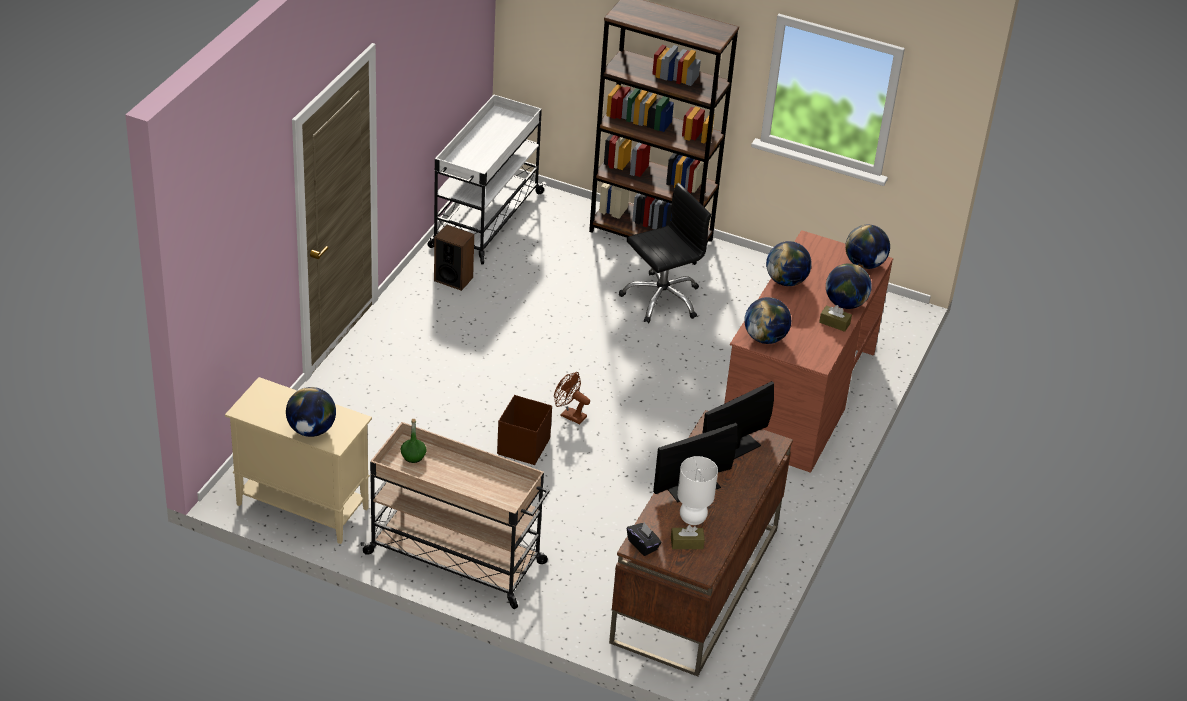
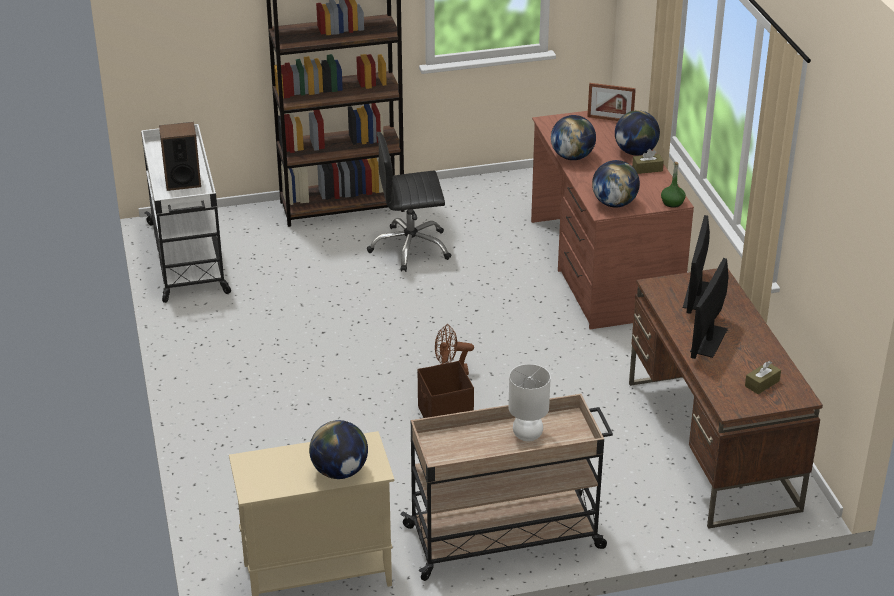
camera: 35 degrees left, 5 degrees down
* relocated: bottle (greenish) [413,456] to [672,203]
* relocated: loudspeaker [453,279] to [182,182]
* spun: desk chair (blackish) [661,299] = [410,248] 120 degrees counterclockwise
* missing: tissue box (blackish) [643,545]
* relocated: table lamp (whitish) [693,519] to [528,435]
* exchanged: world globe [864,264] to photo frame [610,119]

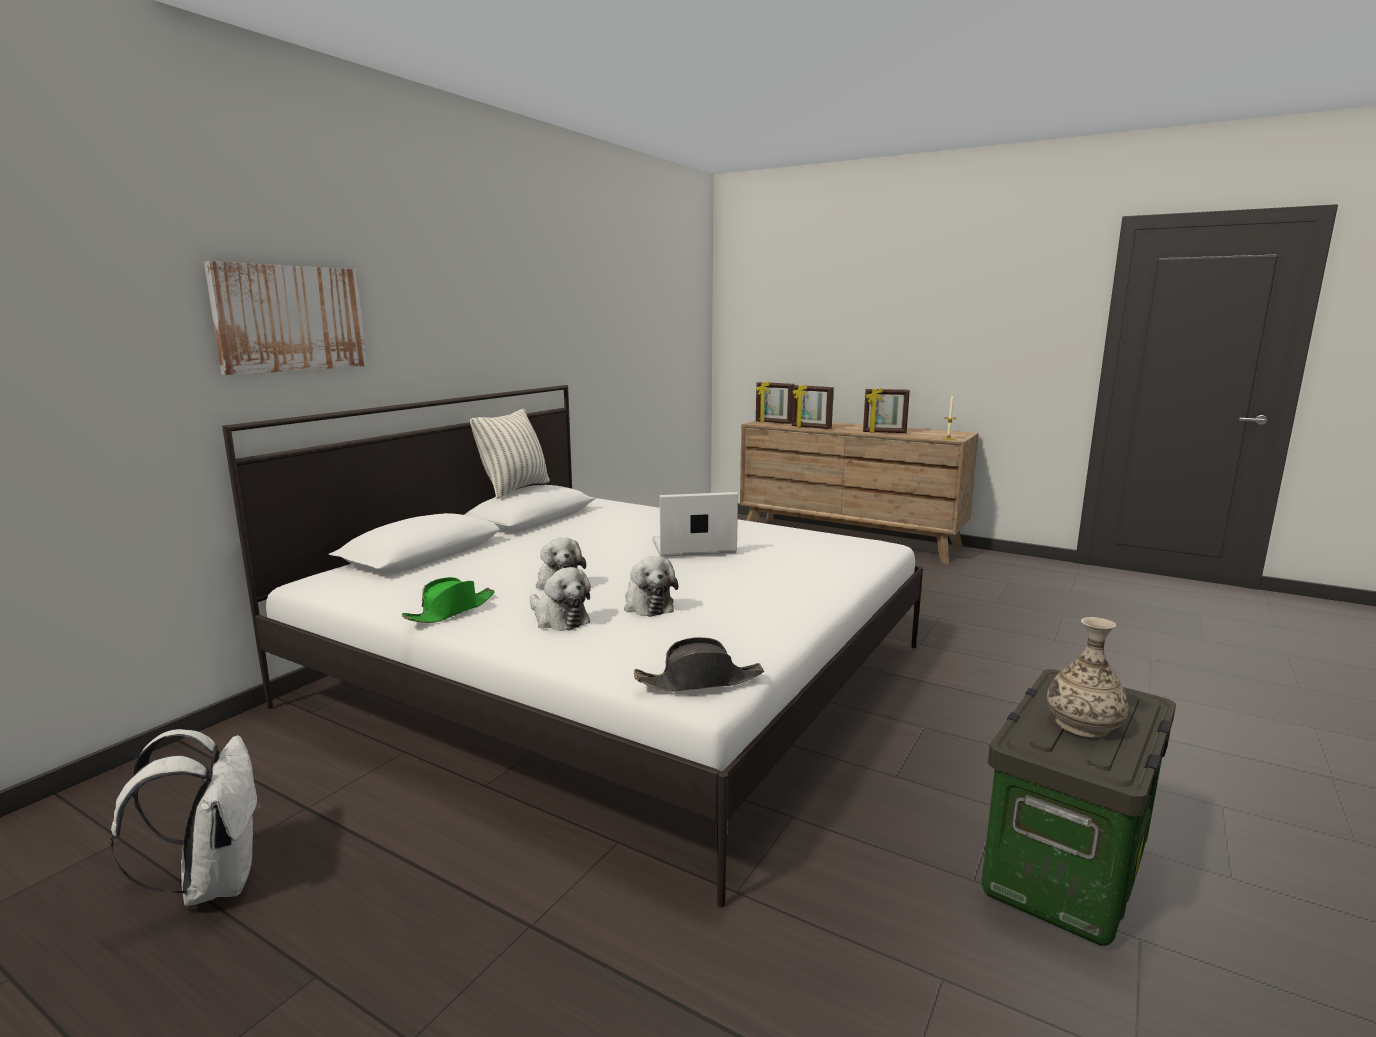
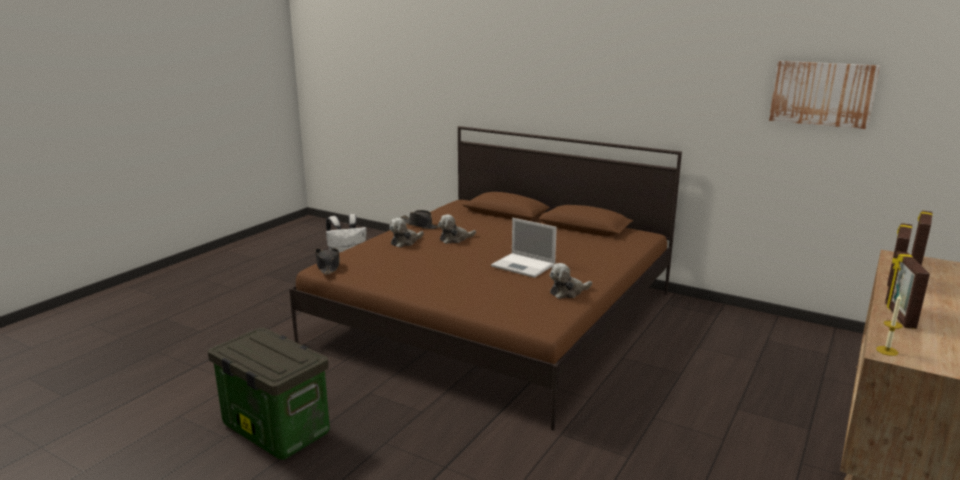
camera: 90 degrees right, 5 degrees up
* relocated: picture [290,318] to [822,94]
* colour: sleeping bed (whitish) [618,674] to sleeping bed (brownish) [495,316]
* colour: hat (greenish) [451,611] to hat (blackish) [420,225]
* missing: throw pillow [515,489]
* relocated: soft toy [647,605] to [568,292]
* spun: portable computer [691,547] = [524,266] 135 degrees clockwise
* missing: flower vase [1082,724]

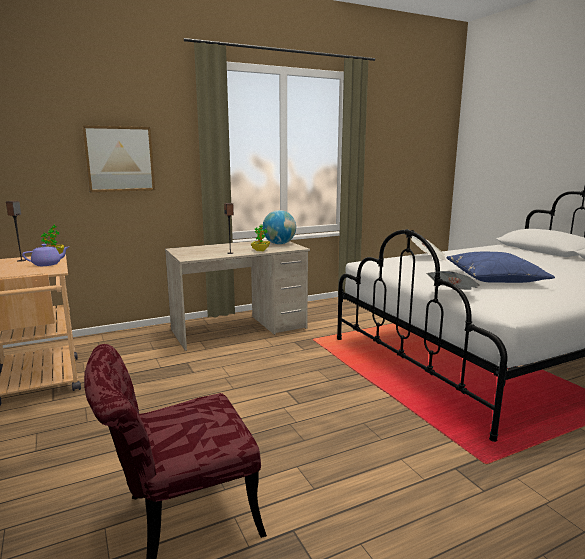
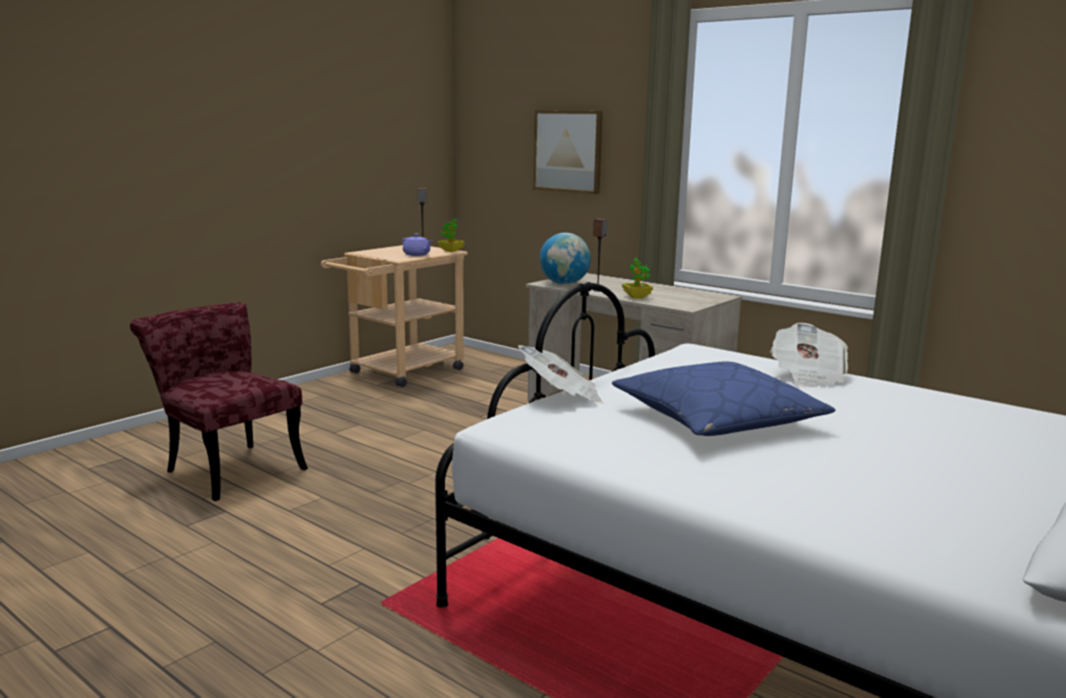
camera: 65 degrees right, 0 degrees up
* relocated: world globe [279,244] to [564,284]

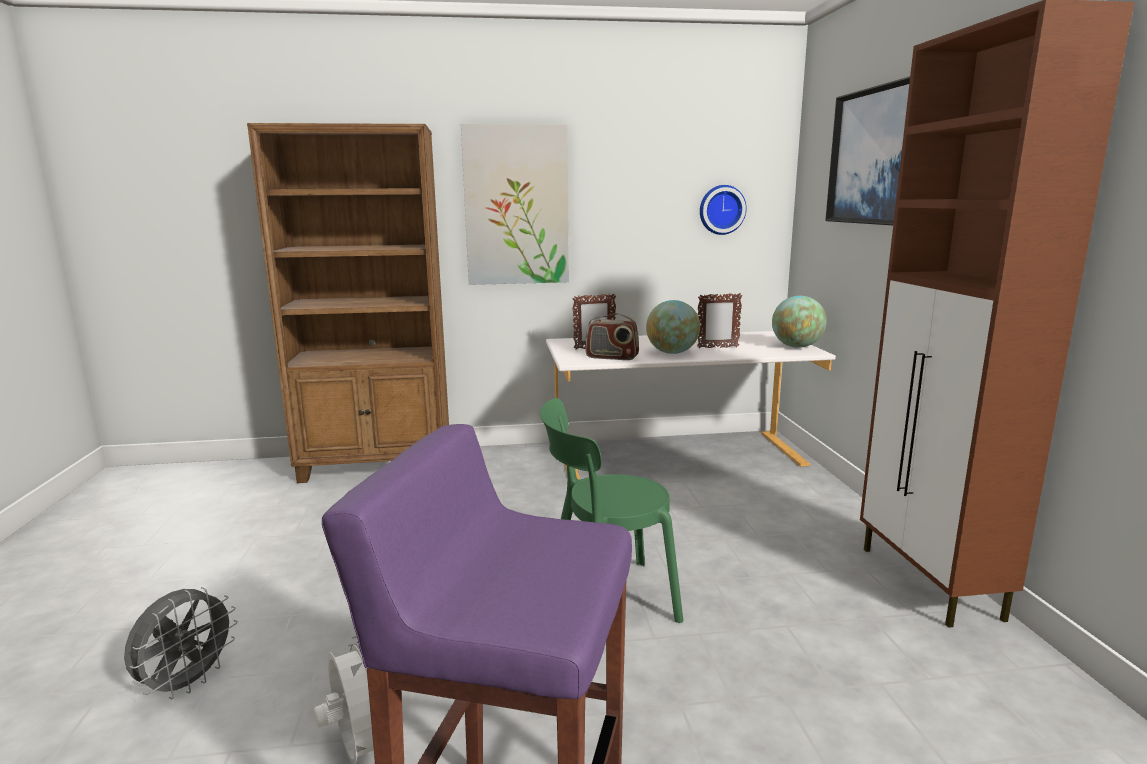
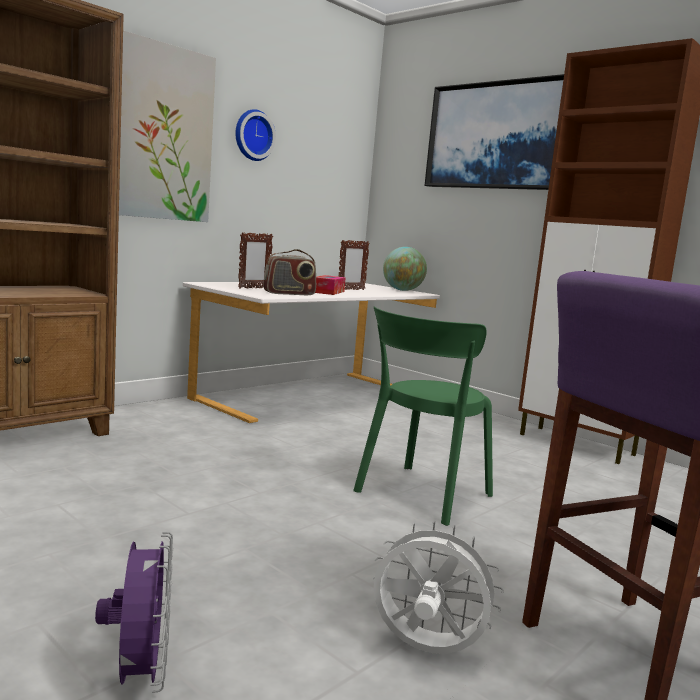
camera: 40 degrees left, 5 degrees down
* colour: electric fan (gray) [188,683] to electric fan (purple) [140,676]
* exchanged: world globe [672,353] to tissue box [328,292]
* relocated: hanging clock [721,209] to [252,135]

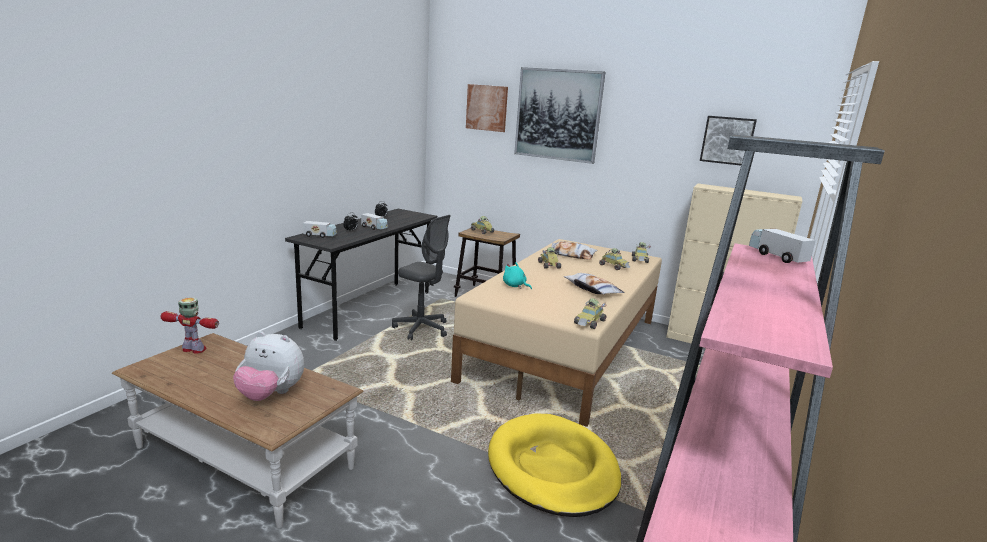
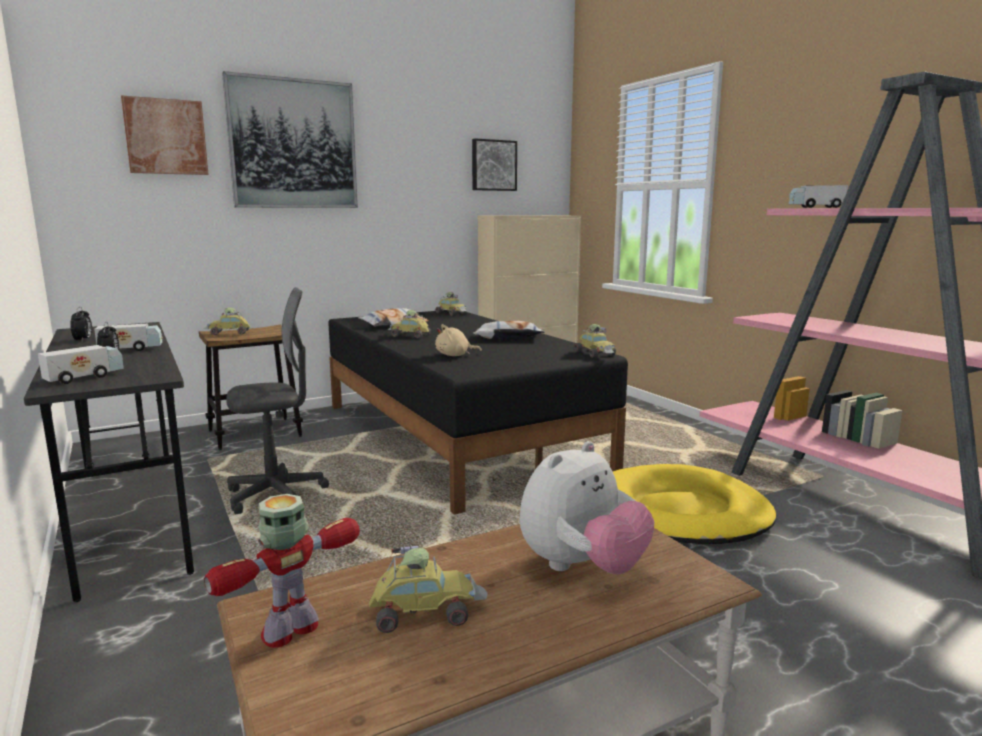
camera: 55 degrees left, 5 degrees down
* colour: sleeping bed (sand-coloured) [566,348] to sleeping bed (blackish) [457,435]
* colour: soft toy (turquoise-coloured) [515,286] to soft toy (sand-coloured) [455,355]
* relocated: model car [614,266] to [424,610]

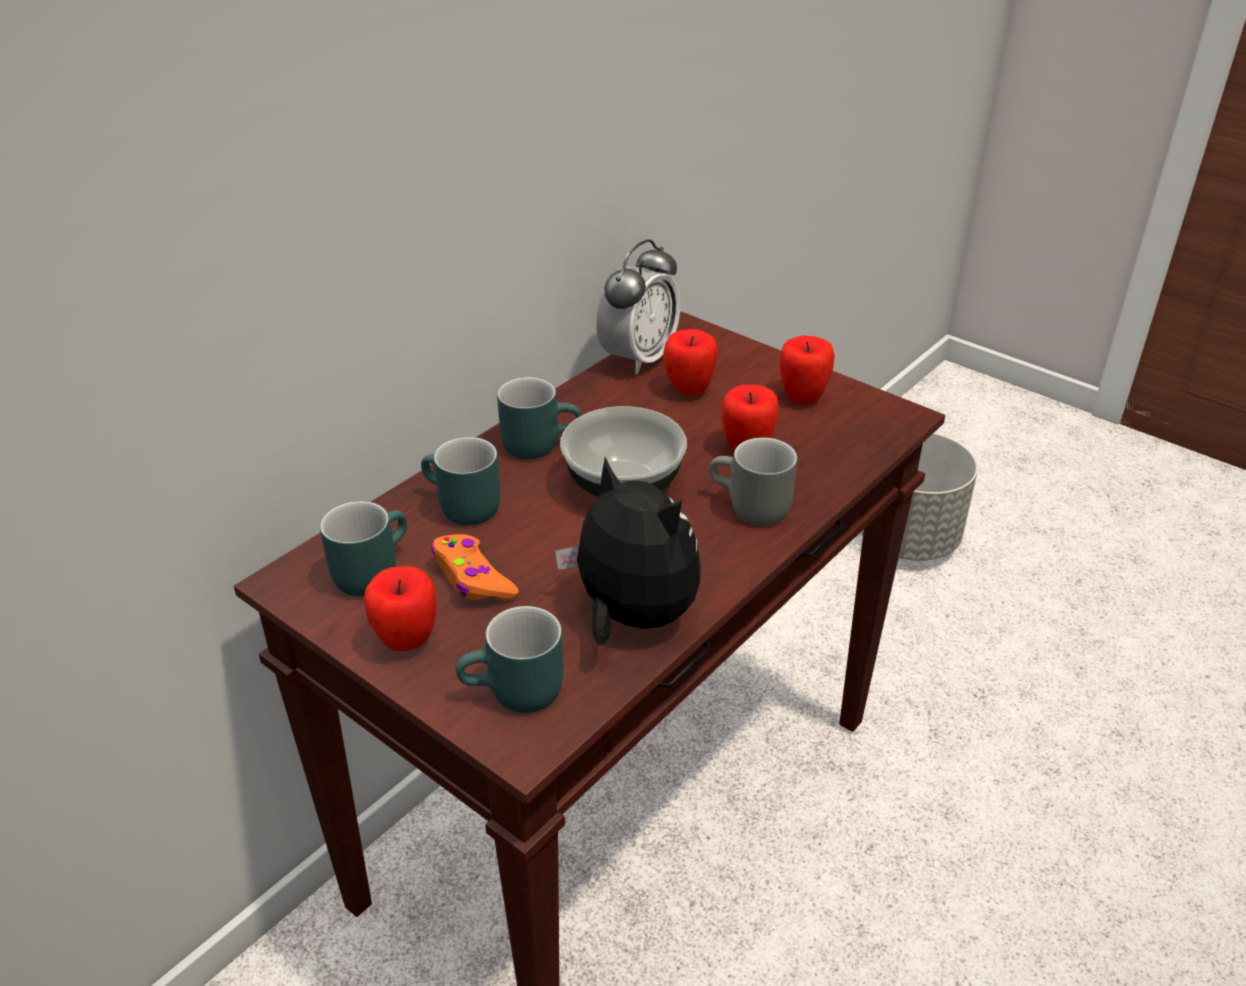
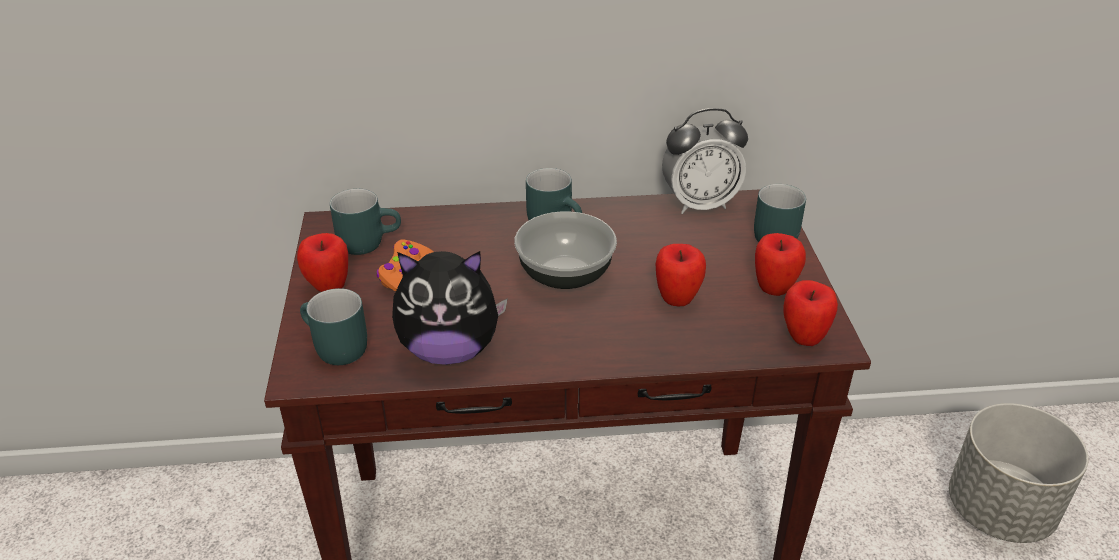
camera: 45 degrees right, 0 degrees up
* relocated: coffee mug (turquoise-coloured) [460,508] to [769,234]
* spun: soft toy [631,617] = [449,350] 90 degrees clockwise
* relocated: apple [689,391] to [803,338]
* missing: coffee mug (gray) [749,509]

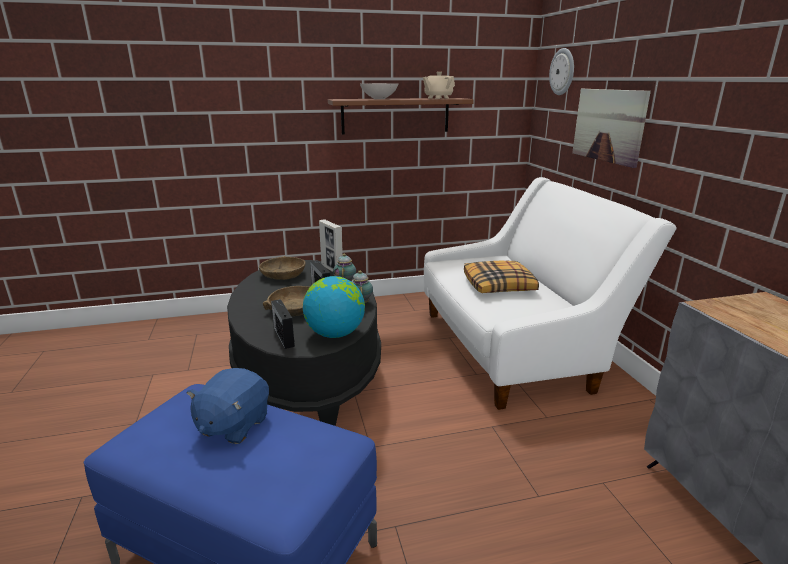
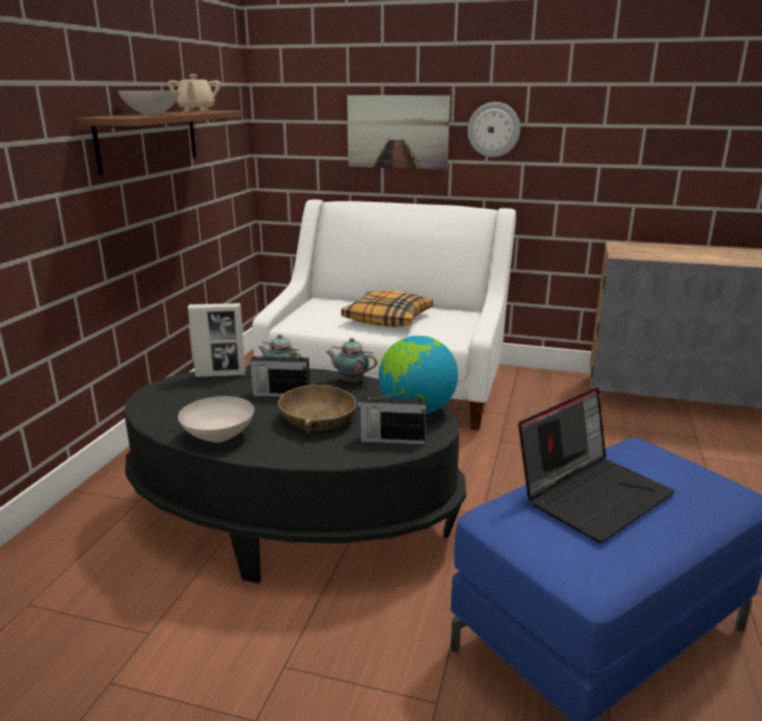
camera: 60 degrees left, 0 degrees up
* exchanged: soft toy (bluish) [233,425] to portable computer [593,494]
* missing: deep dish (brownish) [283,274]
* relocated: hanging clock [562,72] to [493,129]
* appeared: deep dish (whitish) [219,436]

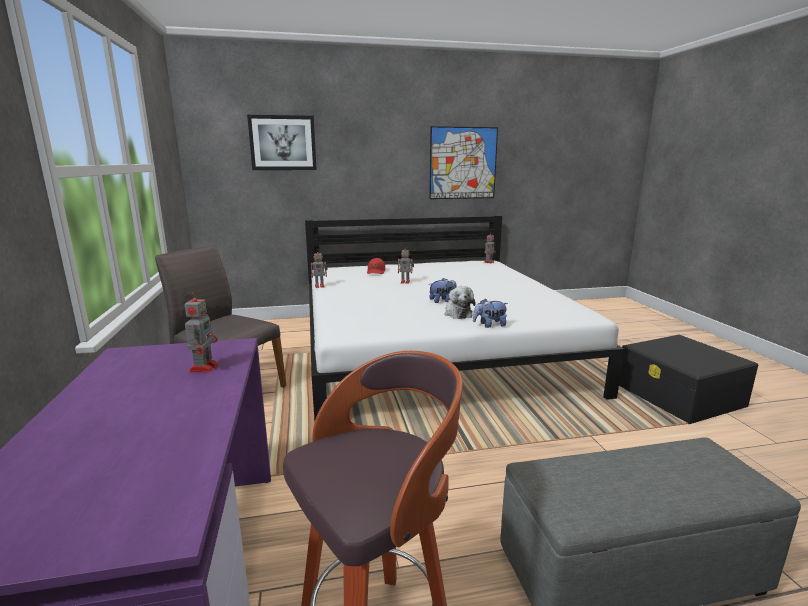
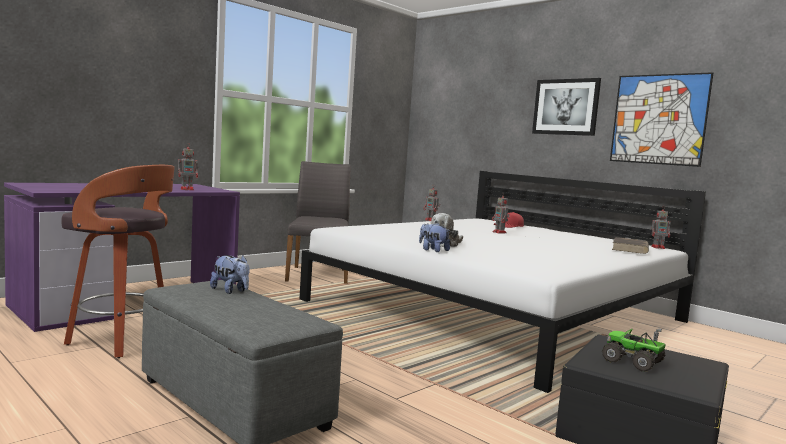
camera: 55 degrees right, 10 degrees down
* relocated: picture [283,143] to [566,107]
* relocated: soft toy [442,301] to [231,291]
* appeared: model truck [633,362]
* appeared: bound book (brownish) [630,249]

